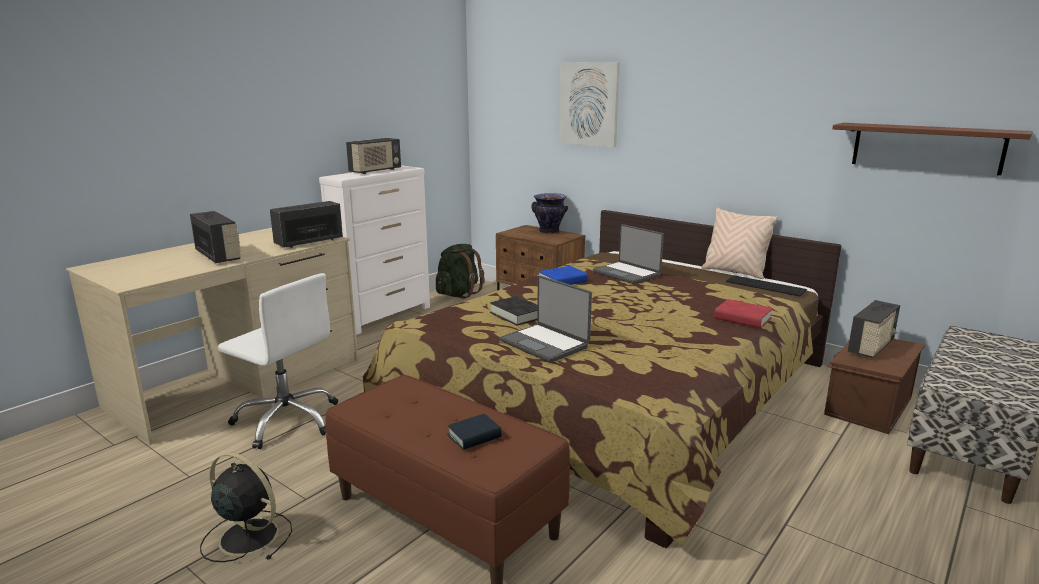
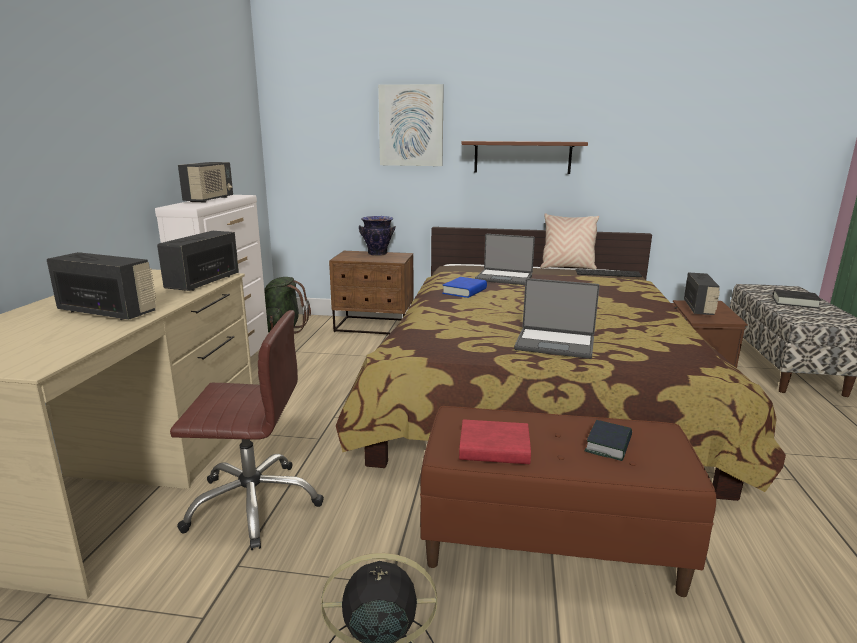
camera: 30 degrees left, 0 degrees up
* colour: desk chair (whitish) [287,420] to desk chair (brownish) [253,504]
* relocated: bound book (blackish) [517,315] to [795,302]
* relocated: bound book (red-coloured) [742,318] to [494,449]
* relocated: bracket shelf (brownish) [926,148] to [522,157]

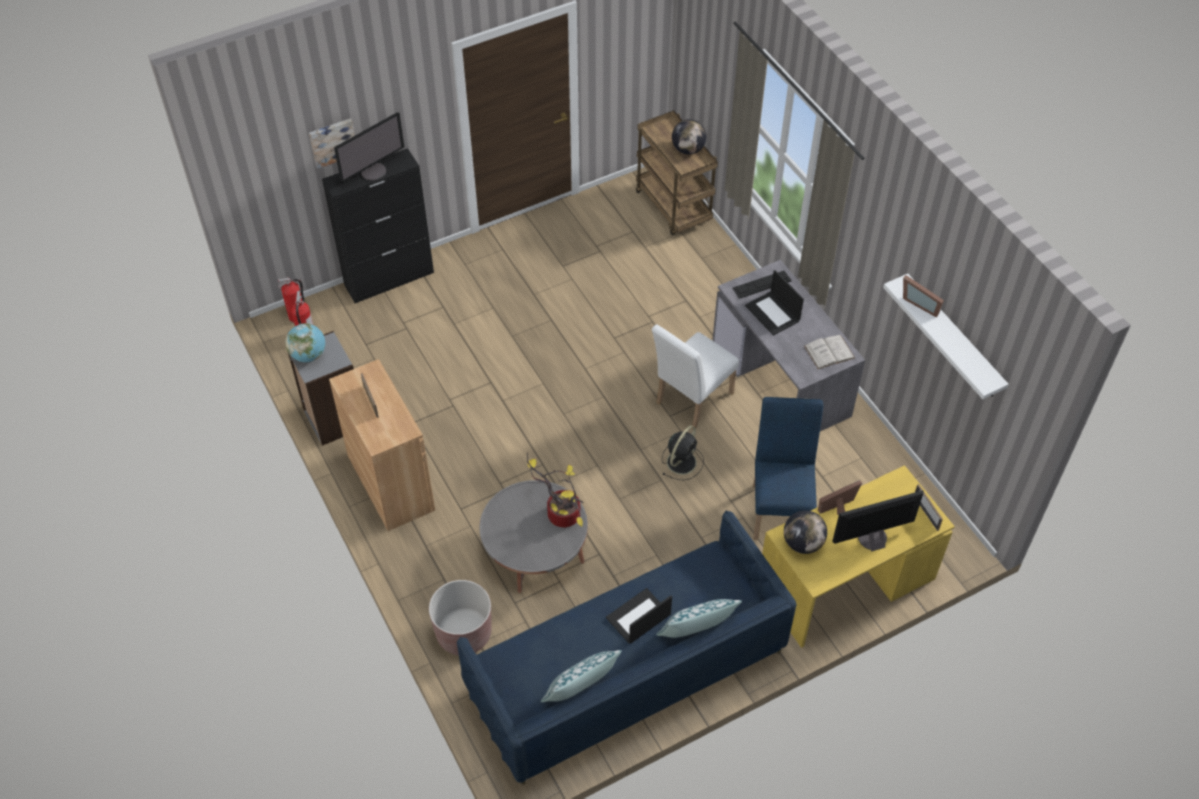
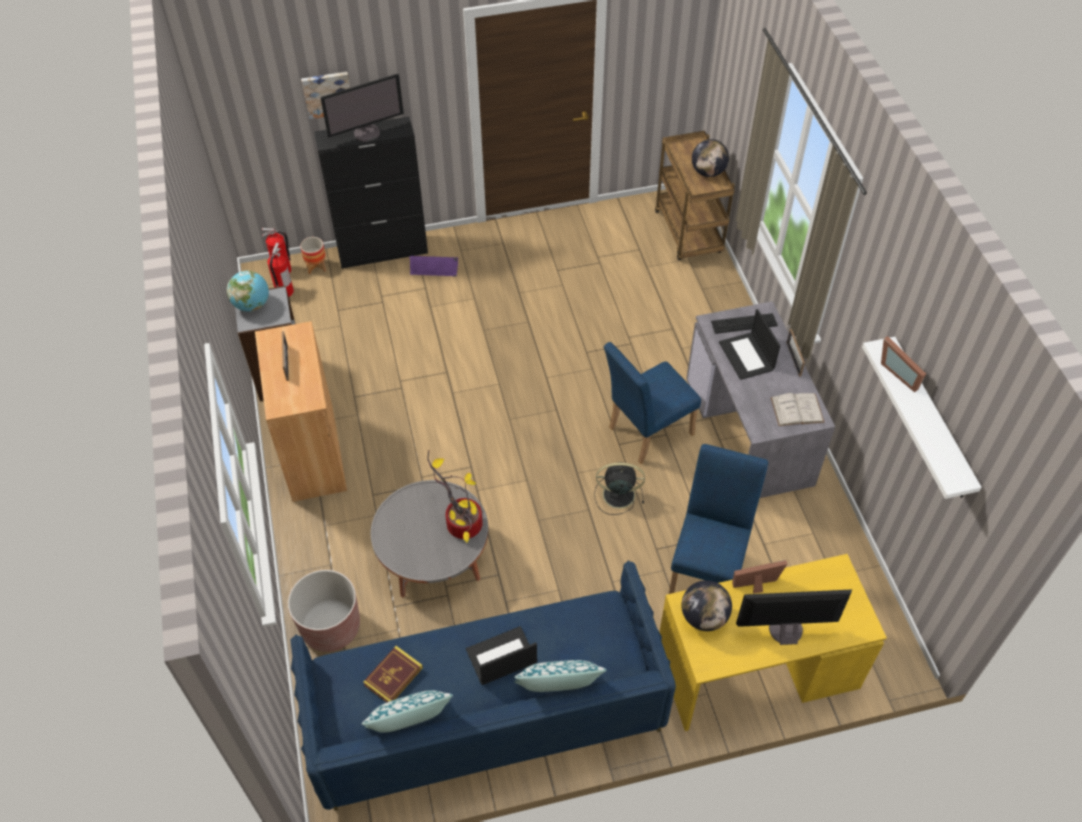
camera: 15 degrees right, 0 degrees up
* colour: chair (whitish) [690,401] to chair (bluish) [645,433]
* spun: electric fan (blackish) [682,461] = [617,495] 135 degrees counterclockwise
* relocated: photo frame [926,513] to [793,359]
* appeared: flower pot [316,267]
* appeared: bound book [393,676]
* appeared: loudspeaker (purple) [434,268]

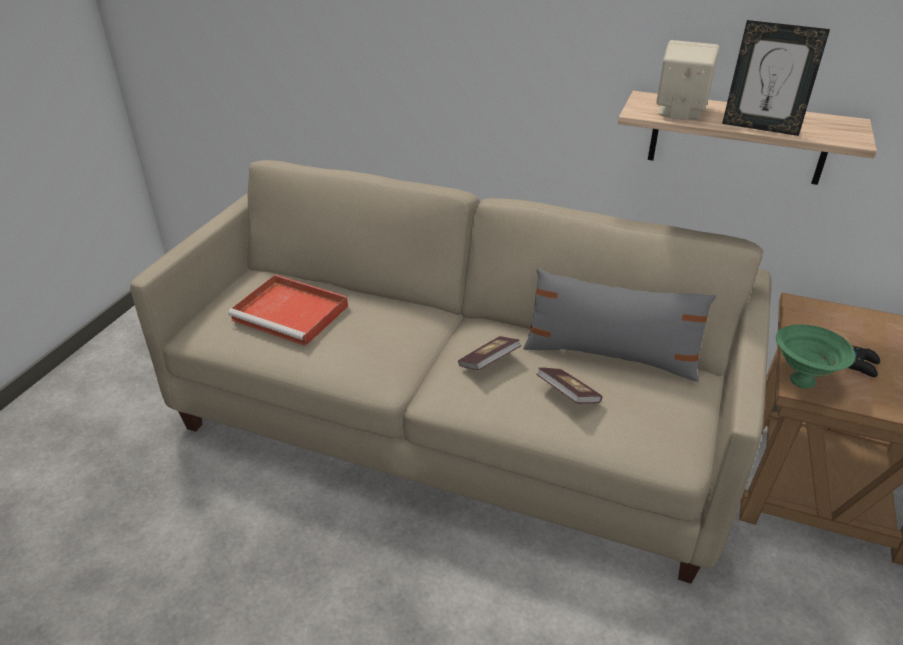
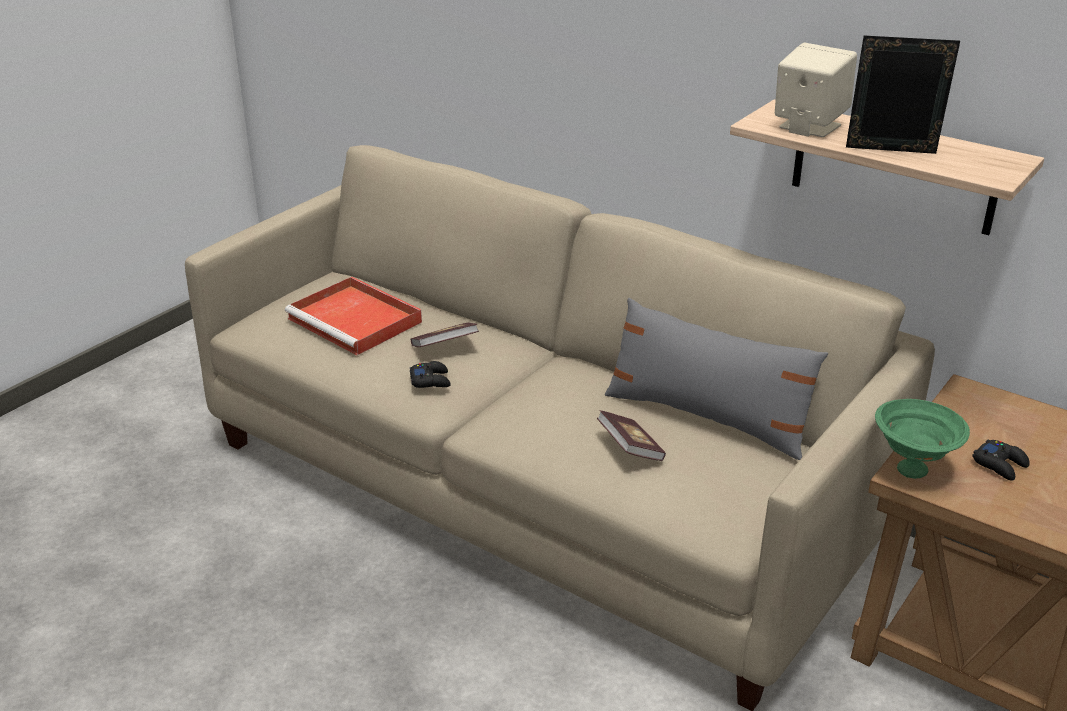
camera: 15 degrees right, 5 degrees down
* relocated: bound book [489,362] to [445,347]
* spun: photo frame [760,127] = [891,153] 150 degrees clockwise
* appeared: gamepad (blackish) [430,380]

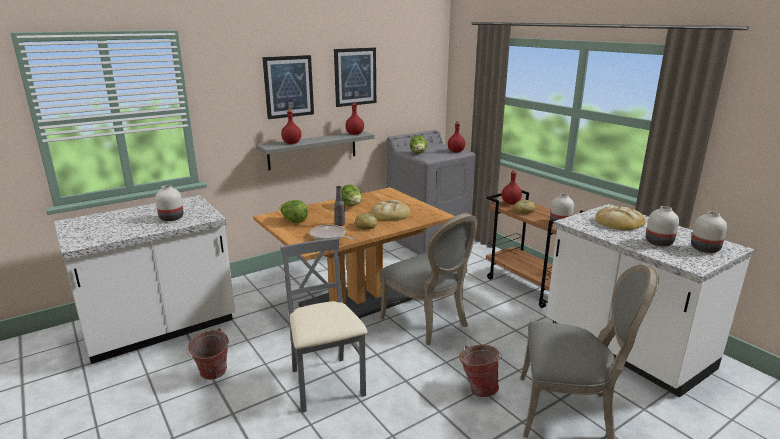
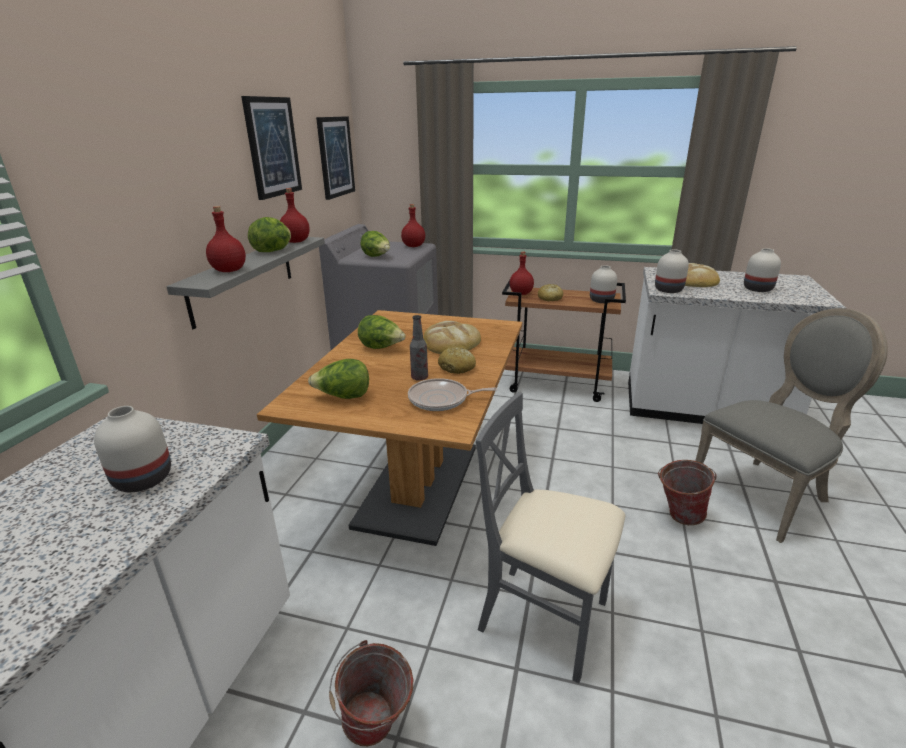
camera: 40 degrees left, 5 degrees up
* relocated: picture [288,86] to [335,157]
* missing: chair (gray) [428,322]
* relocated: flower vase (whitish) [705,249] to [668,290]
* appeared: head of lettuce [273,251]

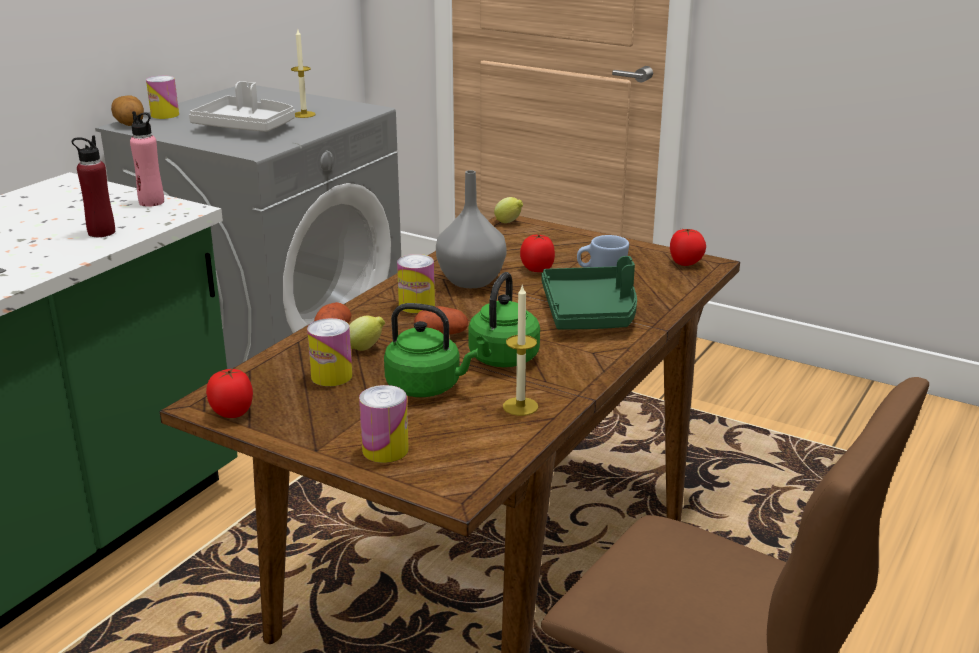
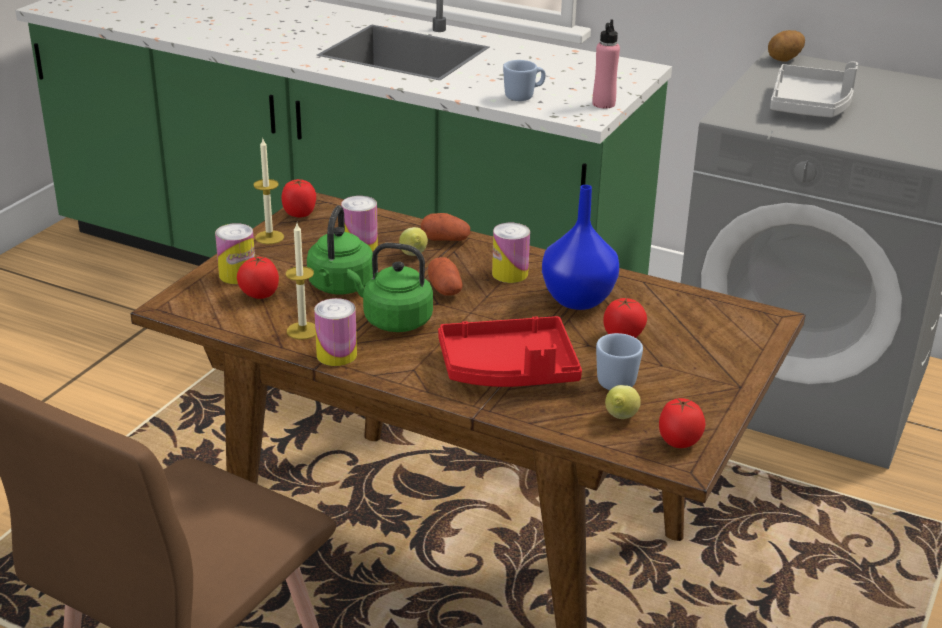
camera: 85 degrees right, 5 degrees up
* exchanged: bottle (red-coloured) [101,232] to coffee mug (bluish) [524,96]
* relocated: can [165,115] to [336,355]
* relocated: wax light [304,114] to [269,237]
* colour: flower vase (gray) [471,280] to flower vase (bluish) [579,300]
* relocated: lemon [509,222] to [620,418]
* colour: serving tray (greenish) [591,313] to serving tray (red-coloured) [509,370]
* appeared: whole tomato [259,295]

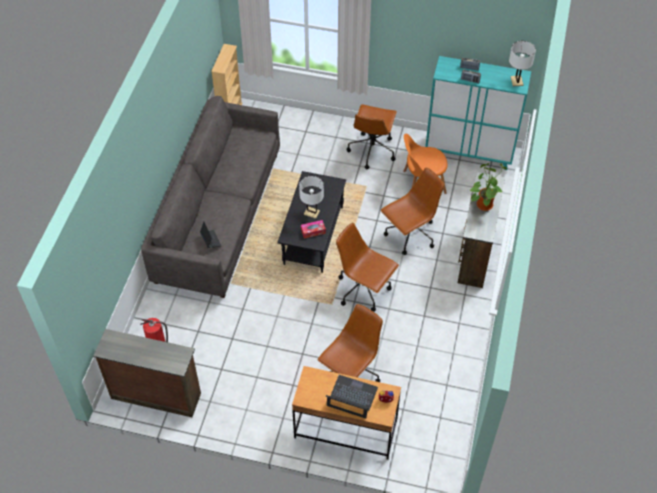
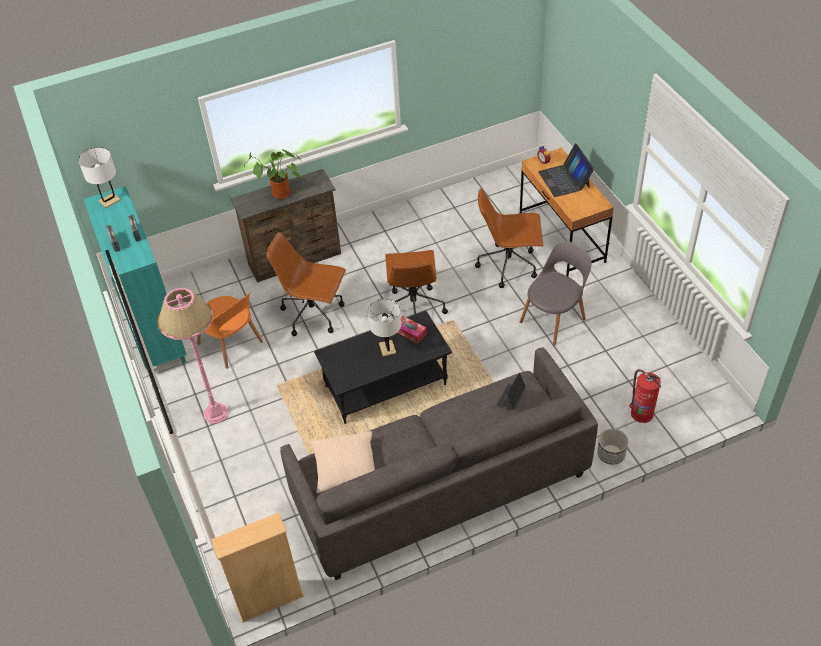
camera: 125 degrees left, 5 degrees down
* missing: drawer chest (brownish) [156,394]
* exchanged: desk chair (brownish) [372,150] to standard lamp (pink-coloured) [215,414]
* appeared: throw pillow (sand-coloured) [345,467]
* appeared: chair (gray) [554,319]
* appeared: flower pot [610,454]

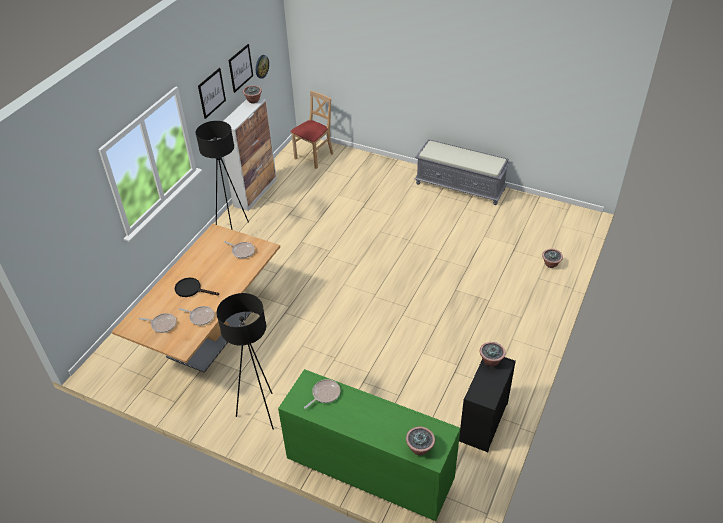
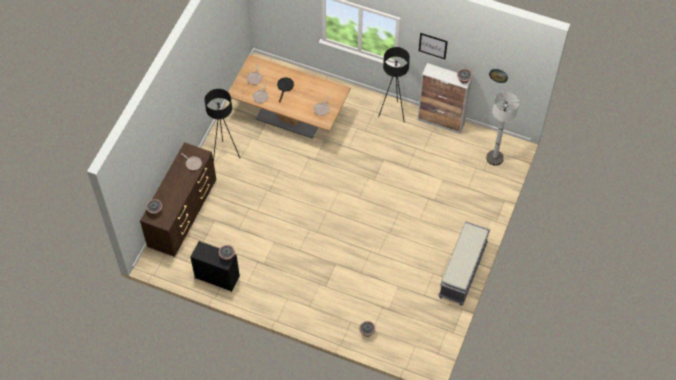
camera: 85 degrees right, 15 degrees up
* missing: picture [240,68]
* colour: drawer chest (greenish) [369,470] to drawer chest (brownish) [183,214]
* exchanged: chair (sand-coloured) [314,156] to standard lamp (whitish) [494,158]

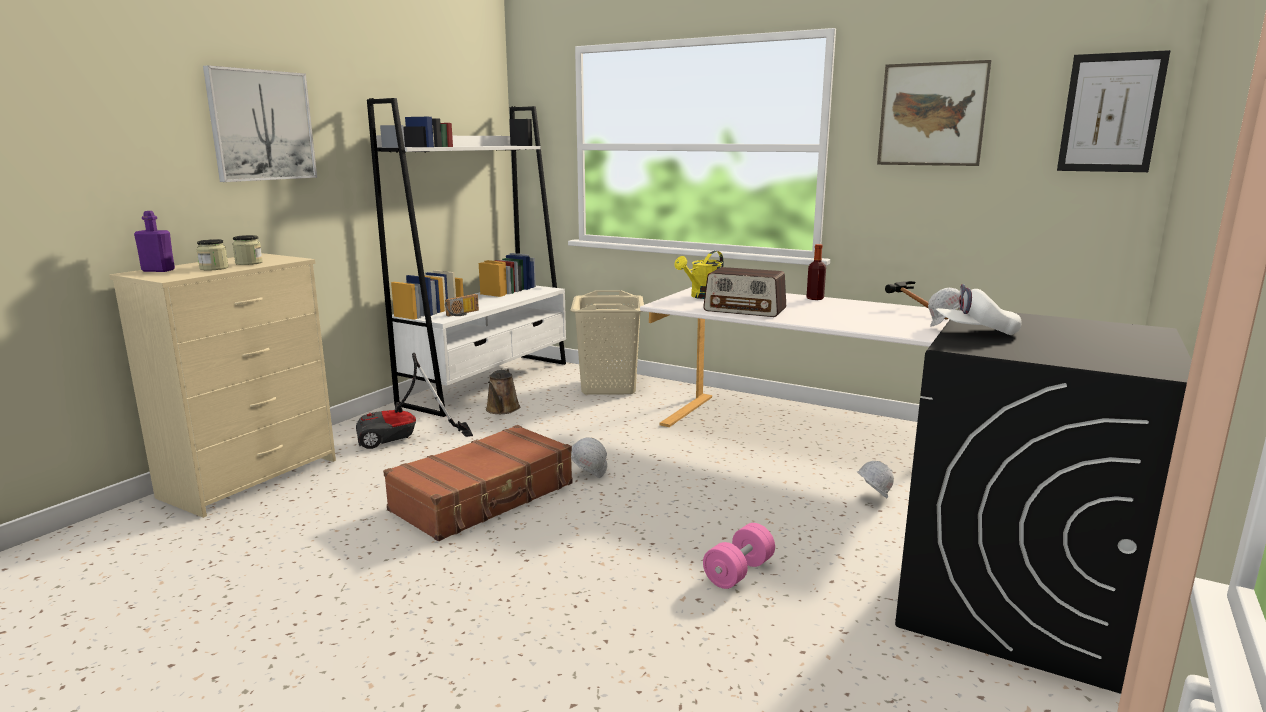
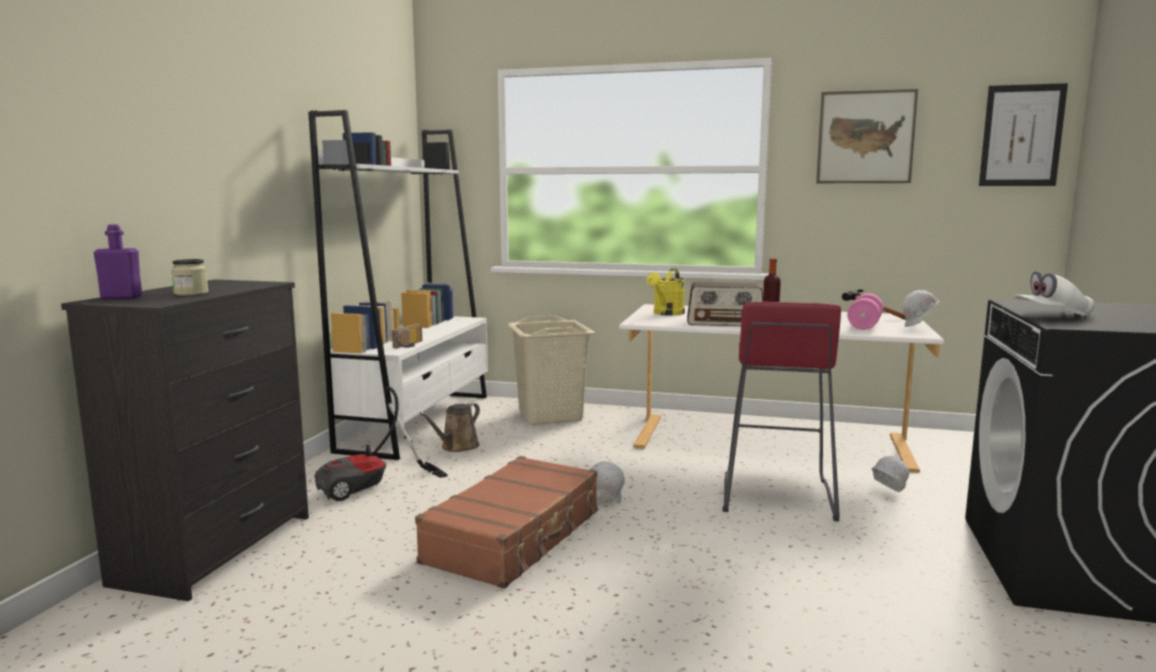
camera: 15 degrees left, 5 degrees down
* colour: drawer chest (sand-coloured) [252,478] to drawer chest (blackish) [218,548]
* missing: picture [261,125]
* missing: preserve jar [249,263]
* spun: watering pot (brownish) [502,410] = [457,447] 45 degrees clockwise
* relocated: hand weight (pink-coloured) [738,572] to [864,325]
* appeared: stool seat (red-coloured) [776,496]

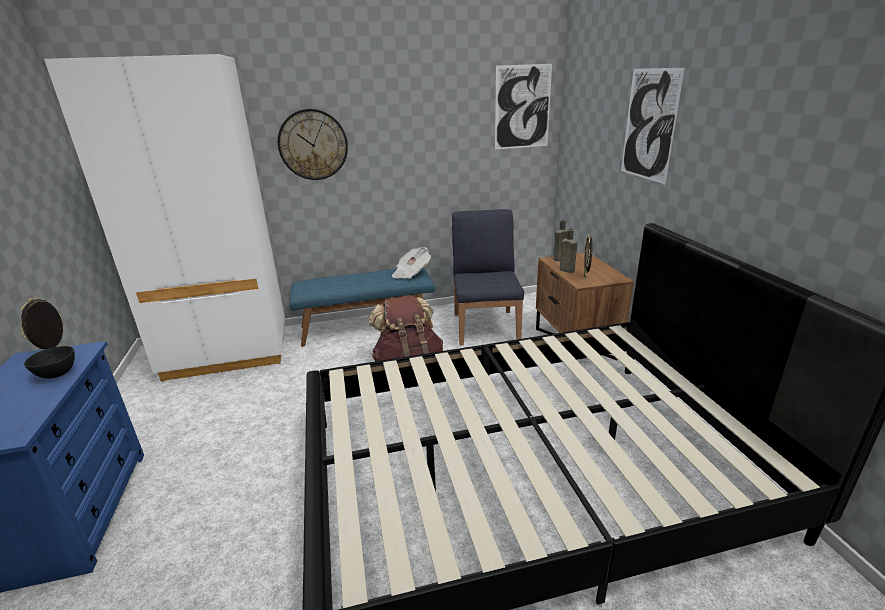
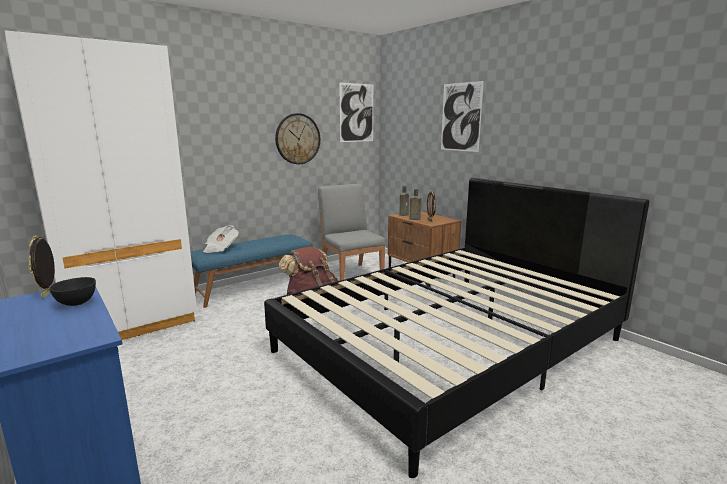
camera: 25 degrees left, 10 degrees down
* relocated: hanging clock [313,145] to [297,139]
* relocated: newspaper [411,273] to [220,248]
* colour: chair (bluish) [486,326] to chair (gray) [351,275]

